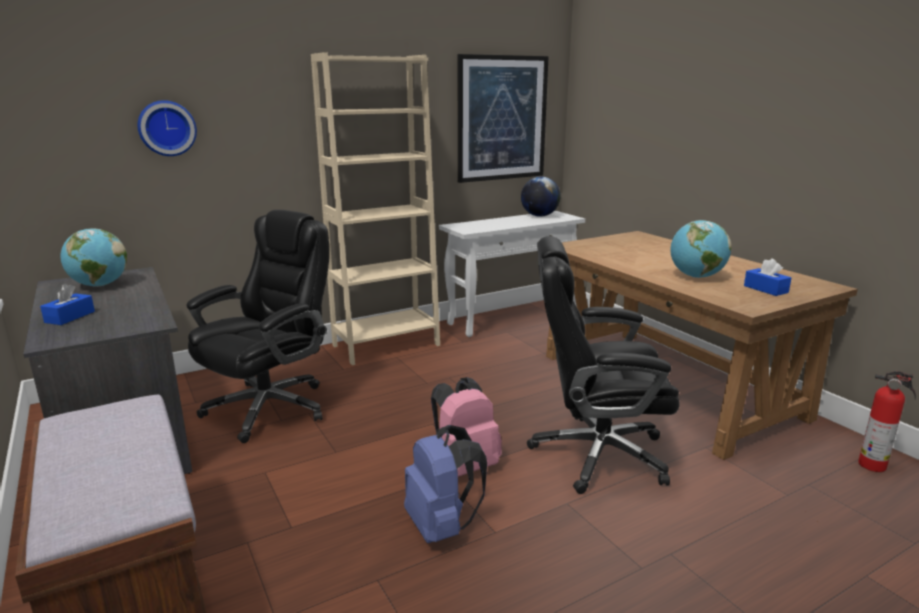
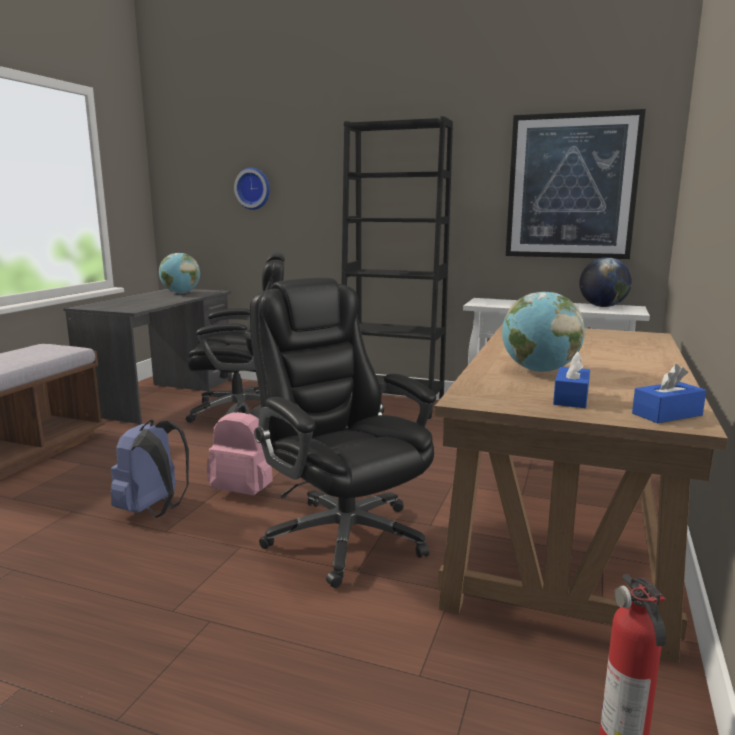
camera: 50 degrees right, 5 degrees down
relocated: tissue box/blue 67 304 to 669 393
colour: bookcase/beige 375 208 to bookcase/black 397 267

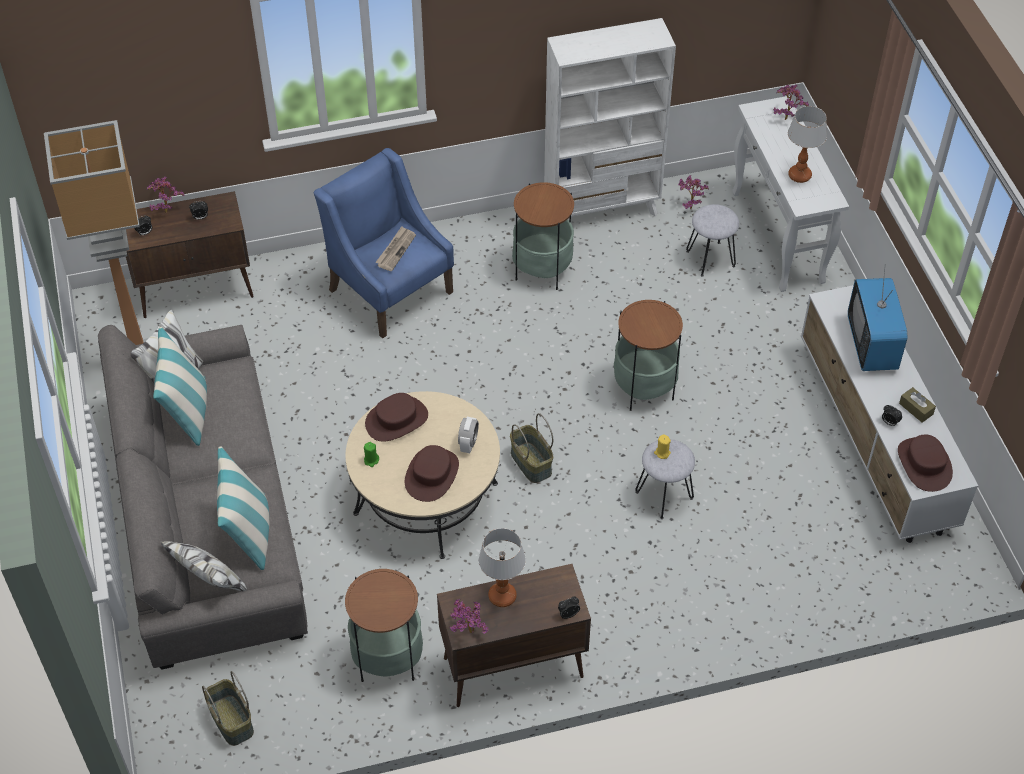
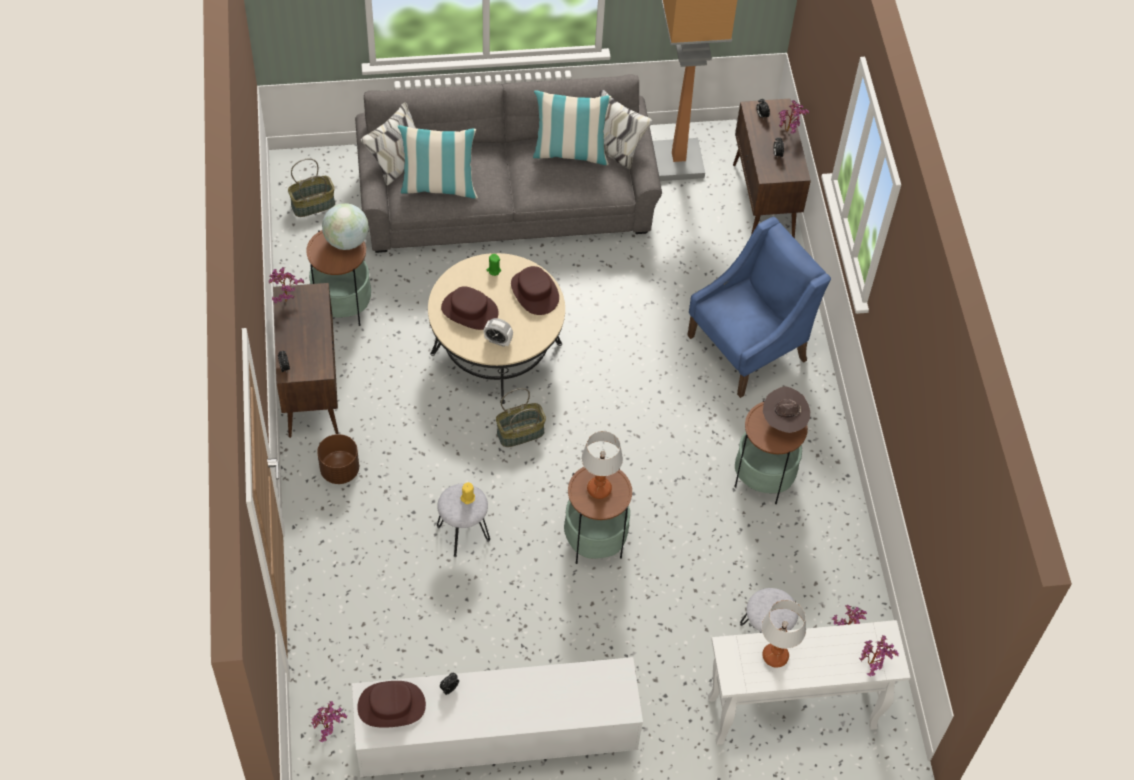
camera: 95 degrees right, 5 degrees up
missing: newspaper 396 248; bookcase/white 610 117; television 877 317; tissue box/brown 917 405
appeared: potted plant 329 721; planter/brown 338 459; globe 345 226; hat/brown 786 409
relocated: table lamp 502 567 to 602 465

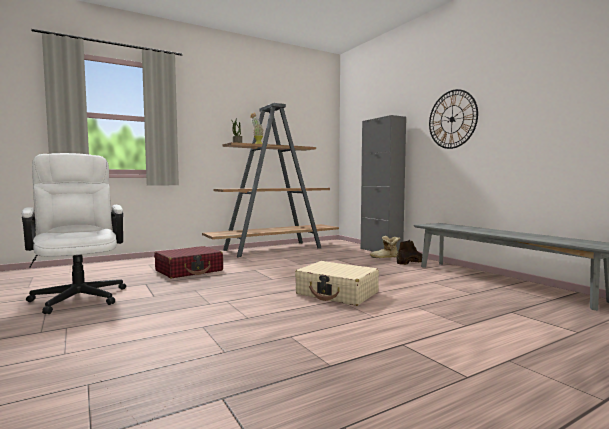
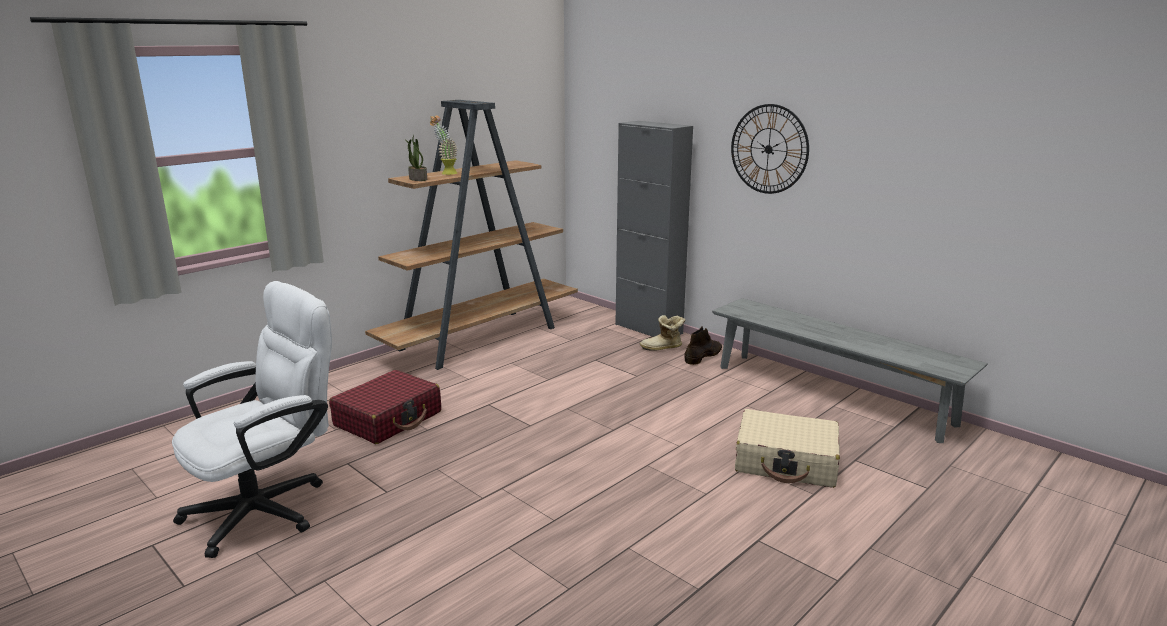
camera: 15 degrees left, 15 degrees up
relocated: suitcase/beige 337 283 to 787 448
spun: office chair/white 74 233 = 252 419 90 degrees clockwise

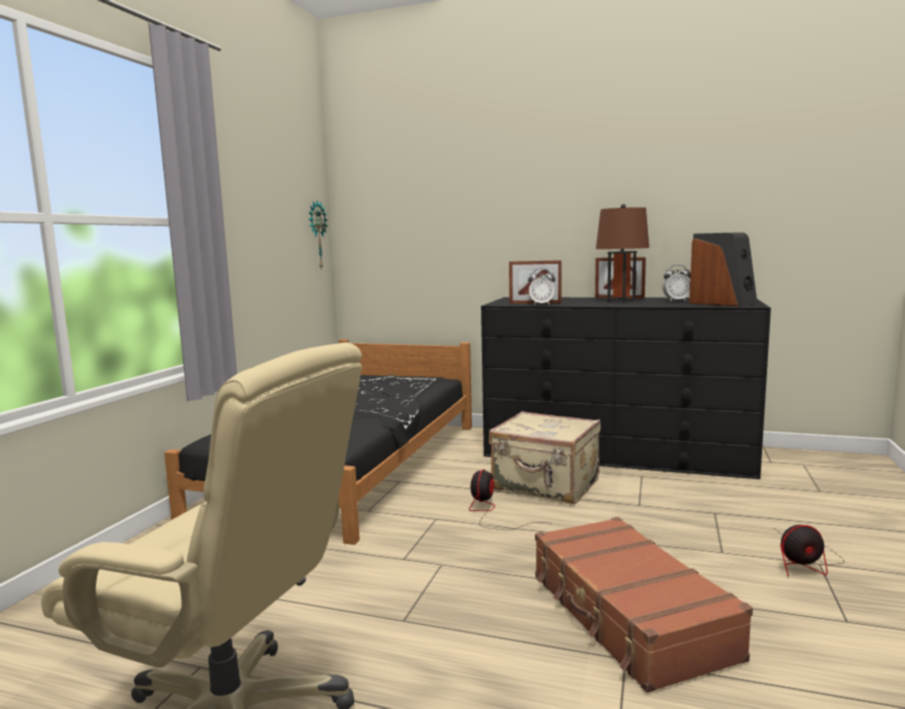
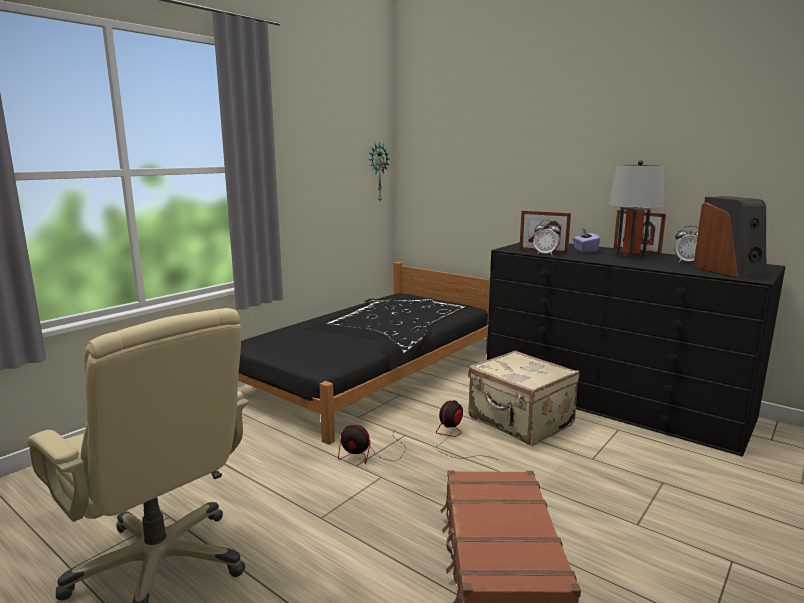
camera: 20 degrees right, 5 degrees up
appeared: tissue box/purple 586 240
relocated: fan 810 551 to 372 445
colour: table lamp/brown 622 253 to table lamp/grey 637 209

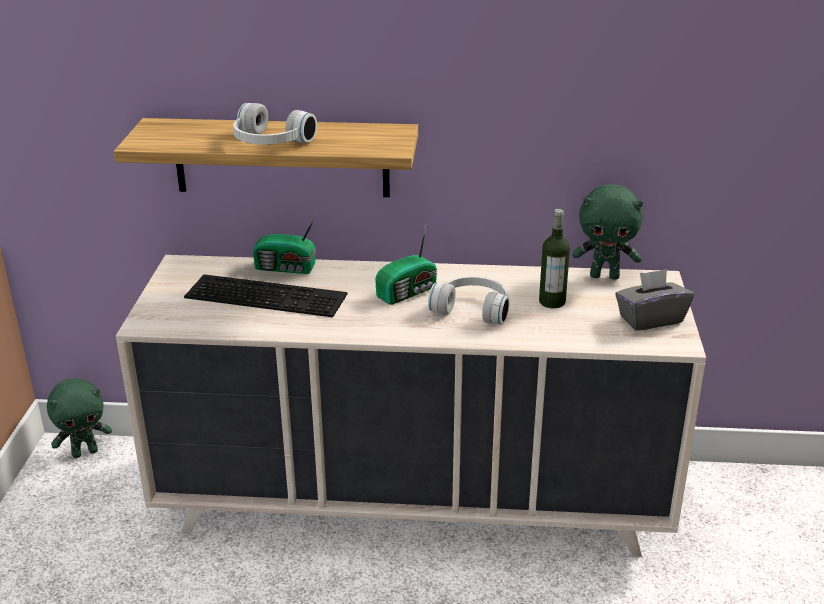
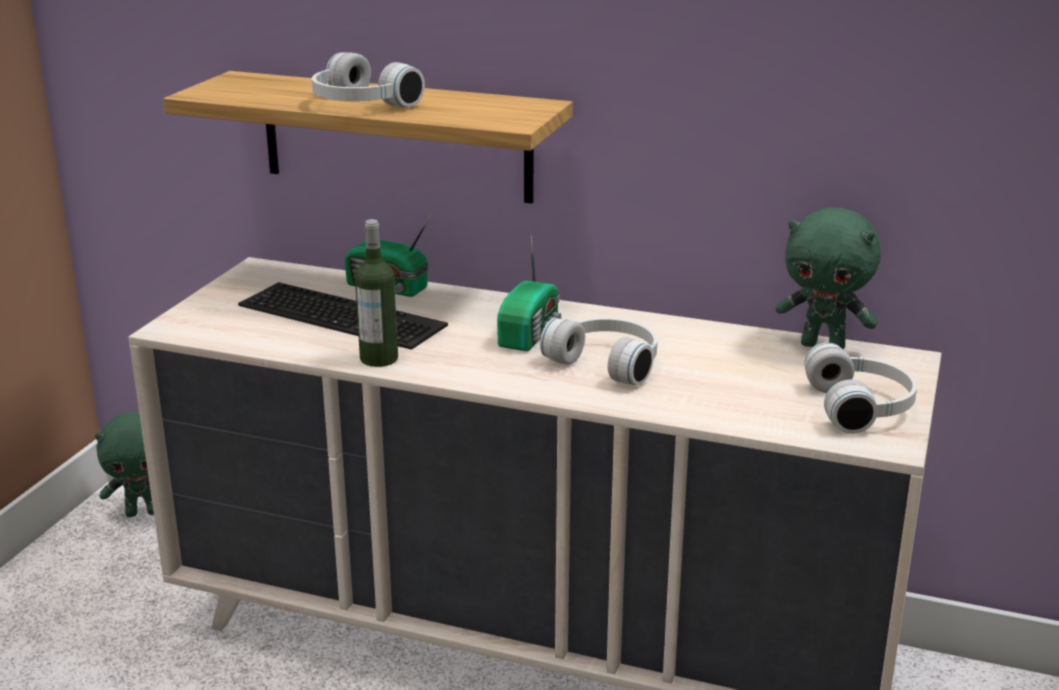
camera: 15 degrees right, 5 degrees down
relocated: bottle 554 258 to 376 293
exchanged: tissue box/grey 654 300 to headphones/white 860 388
spun: radio 406 265 = 529 293 45 degrees counterclockwise

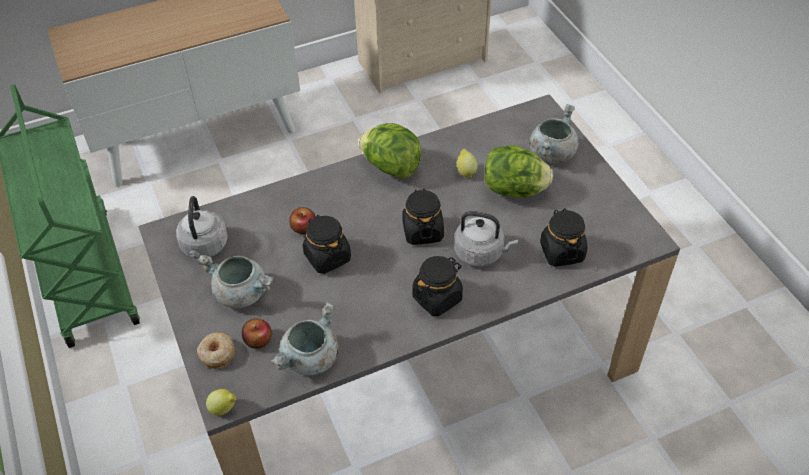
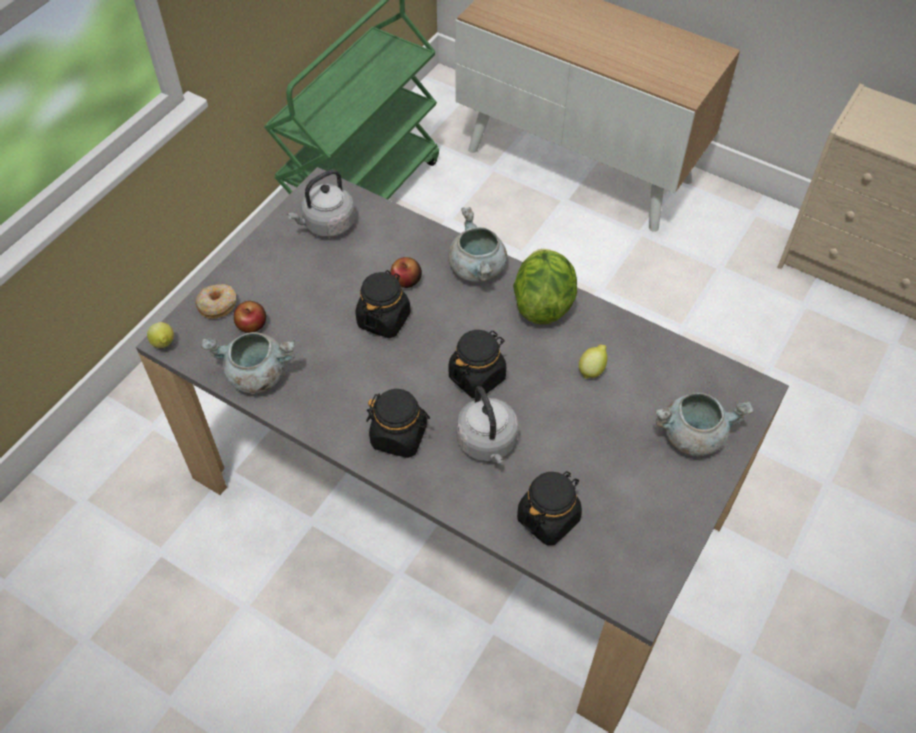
camera: 55 degrees right, 5 degrees up
missing: lettuce 519 171
relocated: cooking pot/grey 235 281 to 477 244

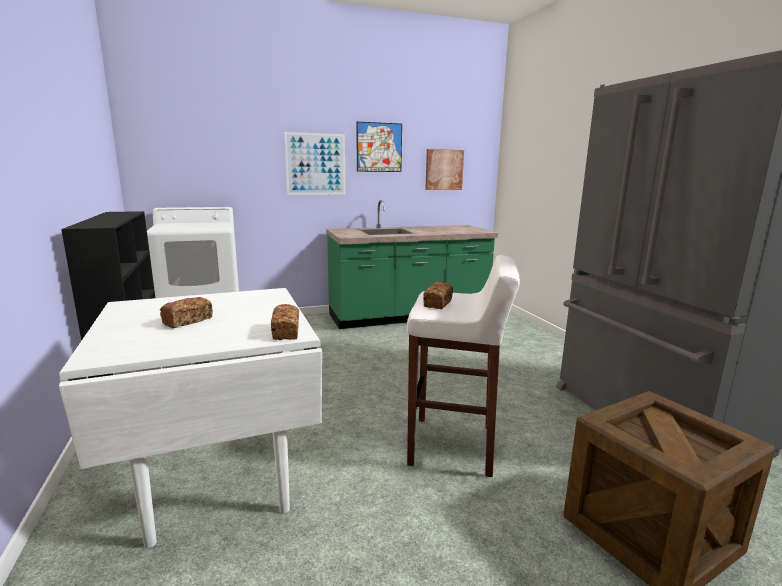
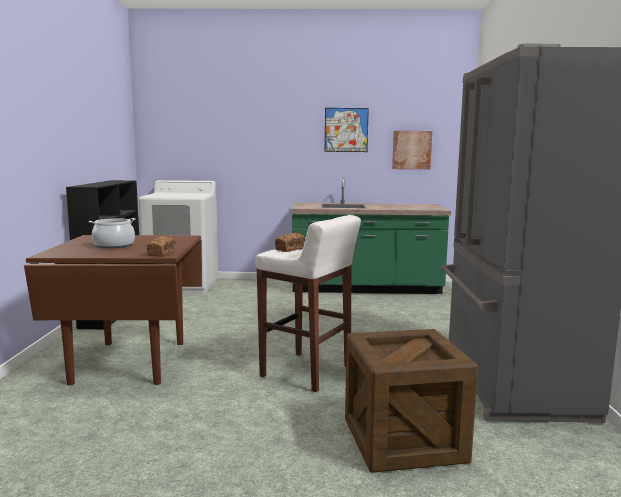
camera: 20 degrees right, 5 degrees down
missing: picture 314 163
exchanged: bread 186 312 to cooking pot 112 233
colour: dining table/white 190 418 to dining table/brown 113 310

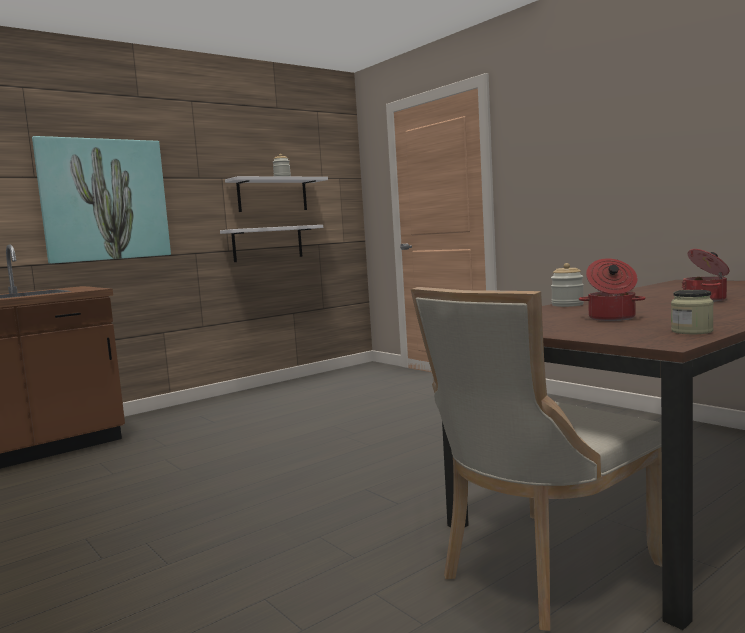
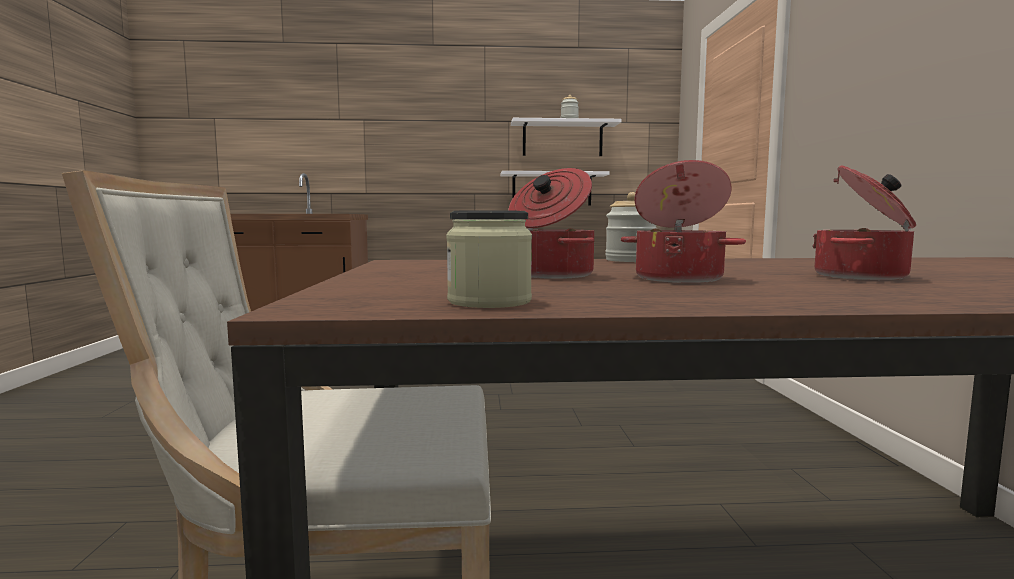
camera: 35 degrees right, 0 degrees up
missing: picture 101 200
appeared: cooking pot 683 221

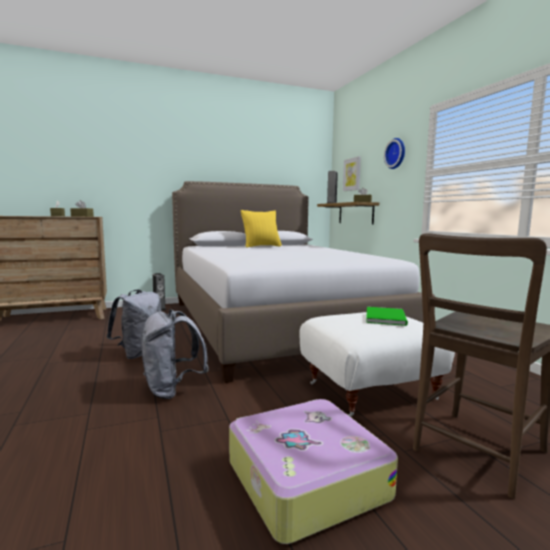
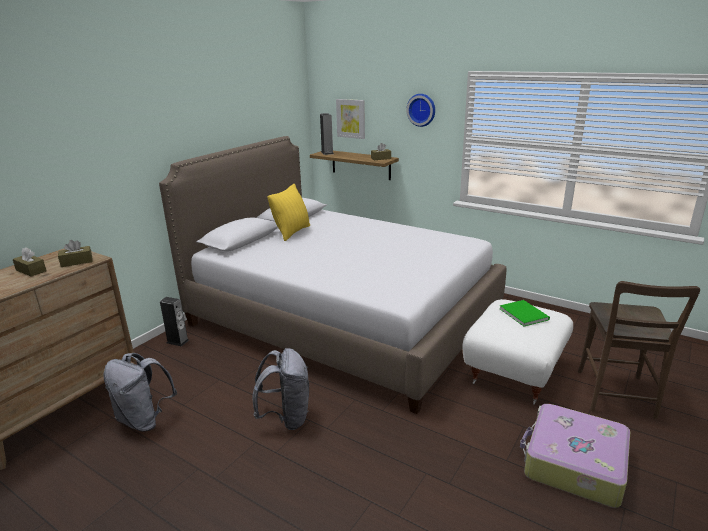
camera: 35 degrees left, 15 degrees up
relocated: backpack/grey 175 354 to 140 392

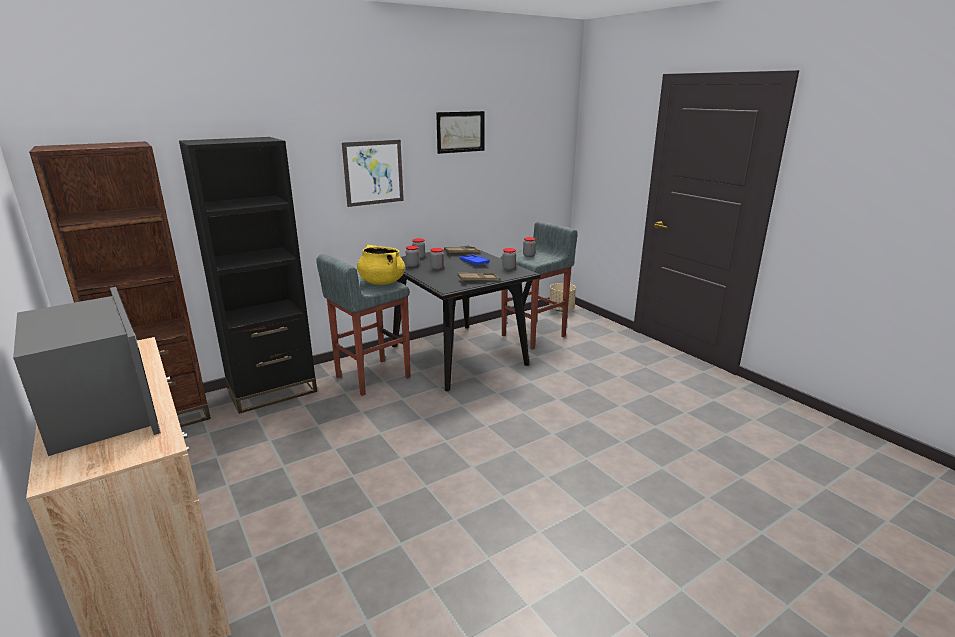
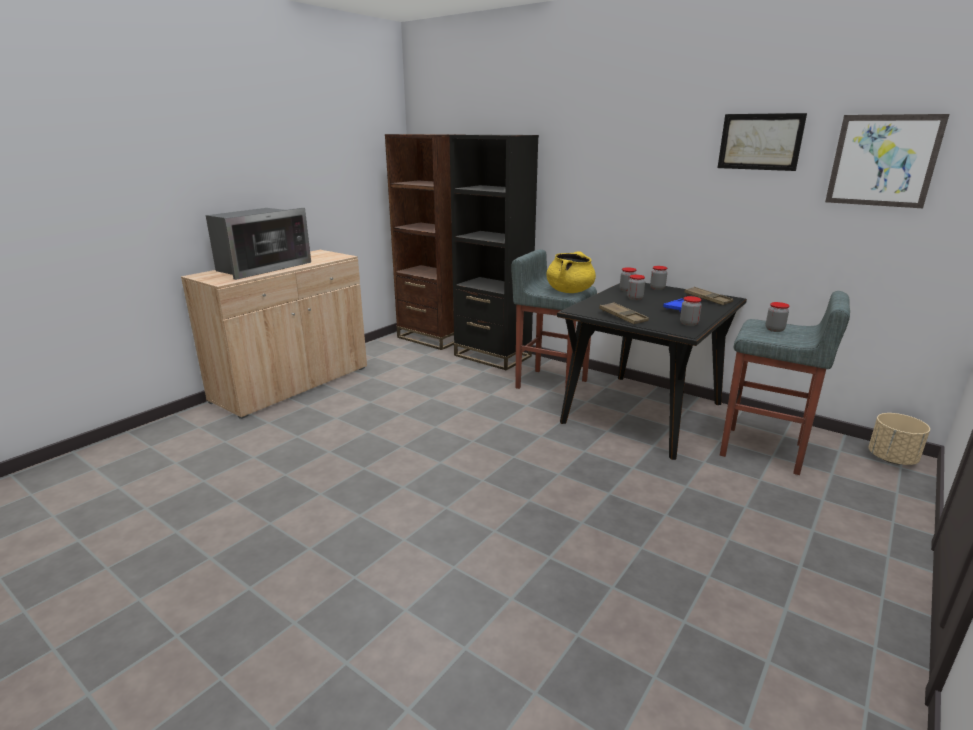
camera: 70 degrees right, 0 degrees up
relocated: picture 373 173 to 887 161

